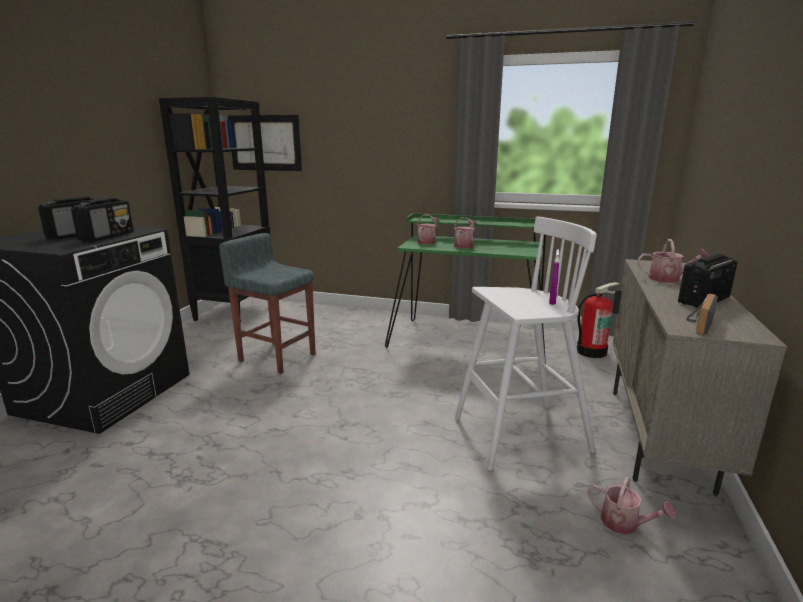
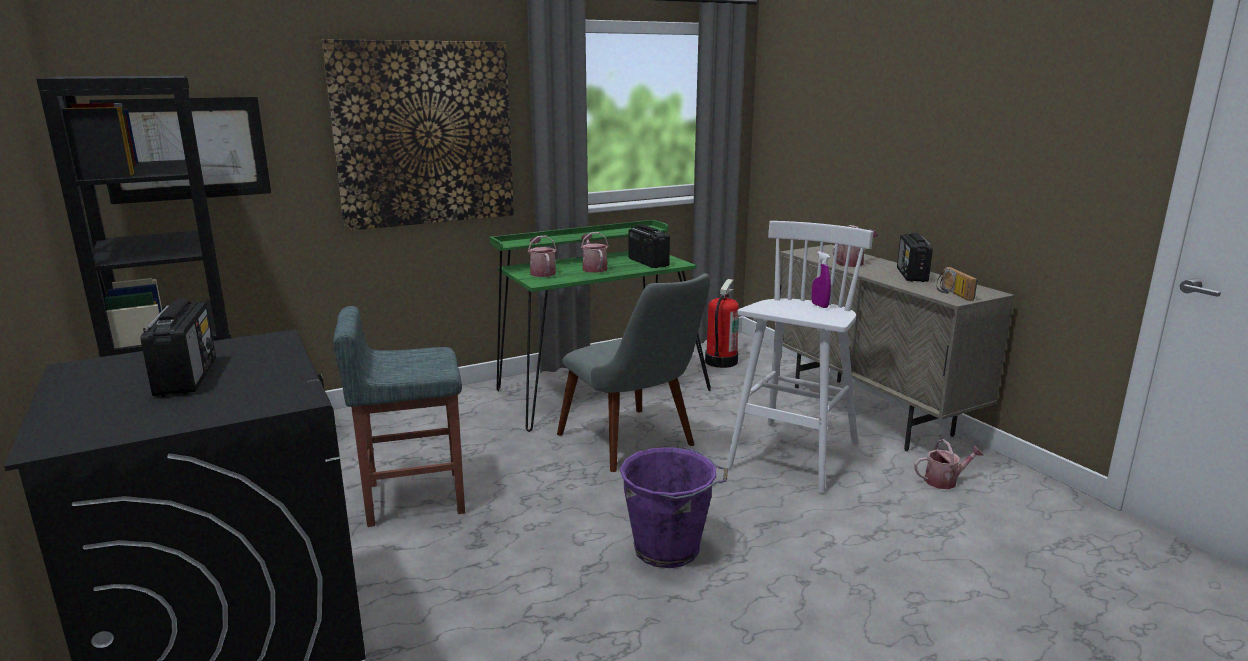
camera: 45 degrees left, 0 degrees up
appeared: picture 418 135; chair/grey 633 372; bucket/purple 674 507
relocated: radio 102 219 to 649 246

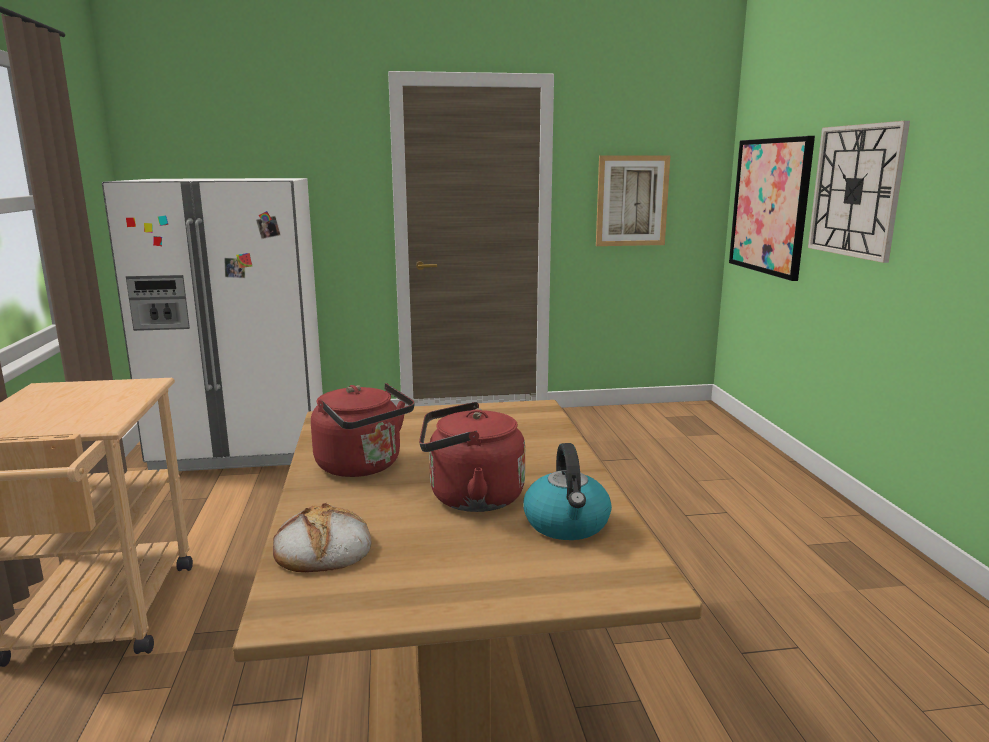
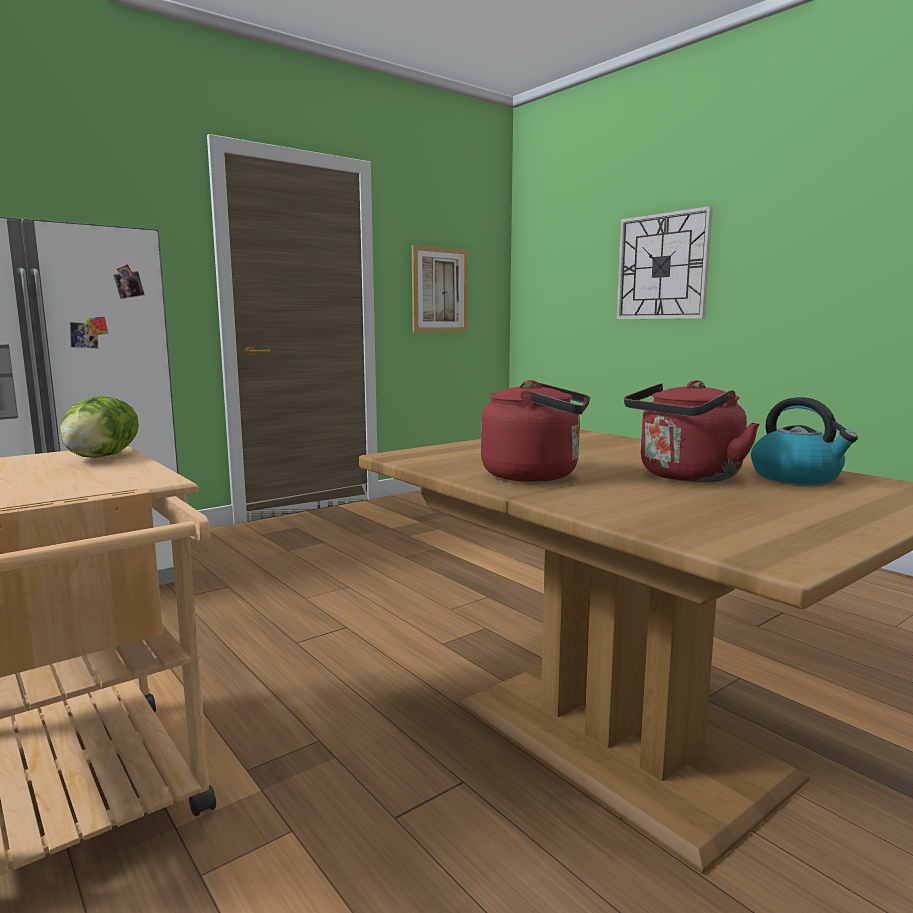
camera: 30 degrees left, 5 degrees down
missing: bread 322 537; picture 772 208
appeared: lettuce 99 427

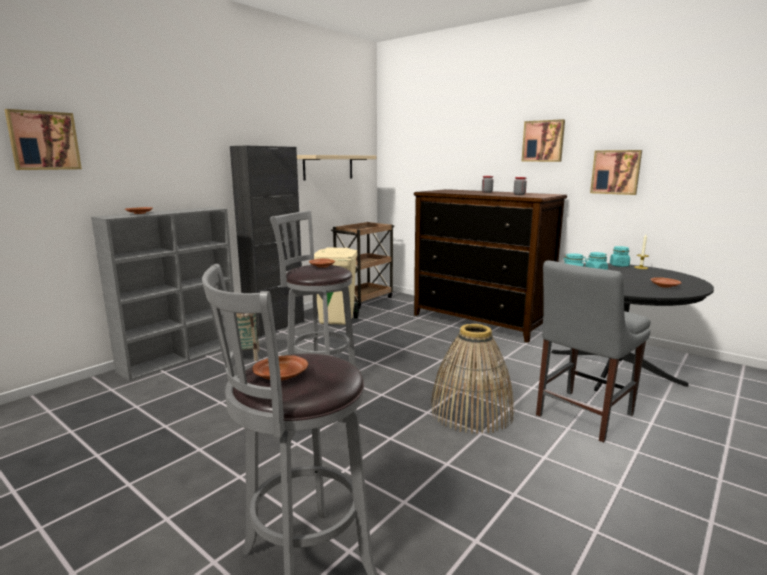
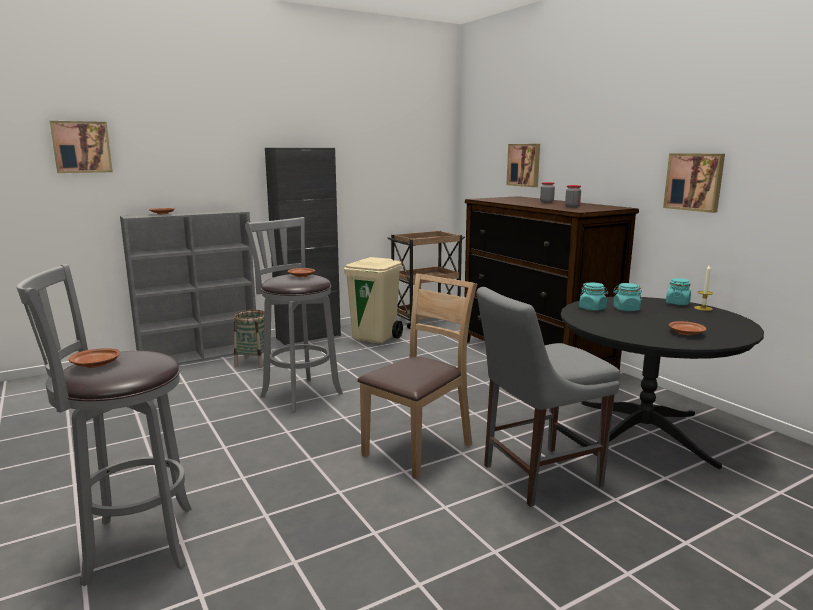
camera: 20 degrees right, 0 degrees up
missing: shelf/beige 337 168
relocated: picture 543 140 to 523 165
exchanged: basket 472 379 to chair/brown 417 376

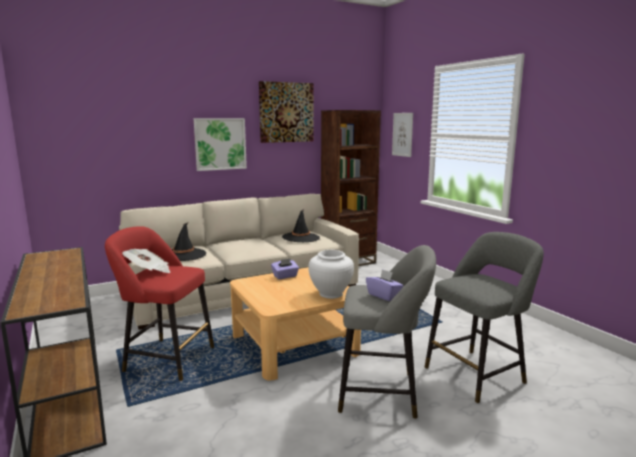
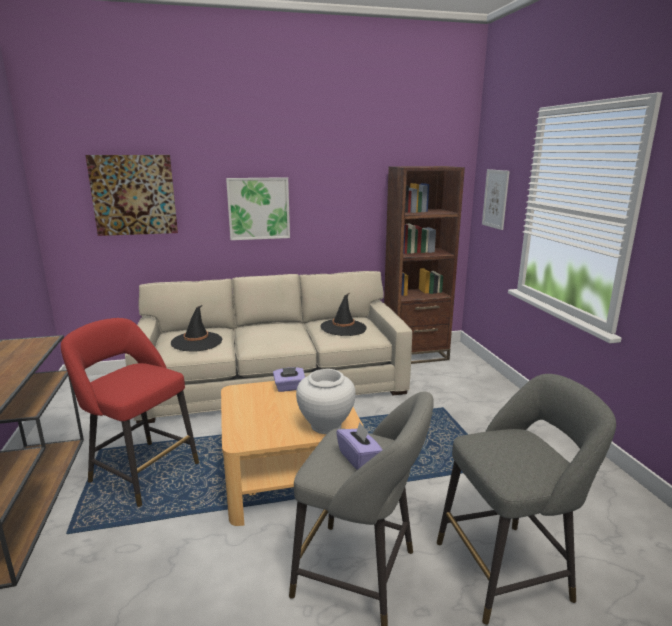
camera: 15 degrees right, 5 degrees up
missing: newspaper 146 261
relocated: picture 286 112 to 131 195

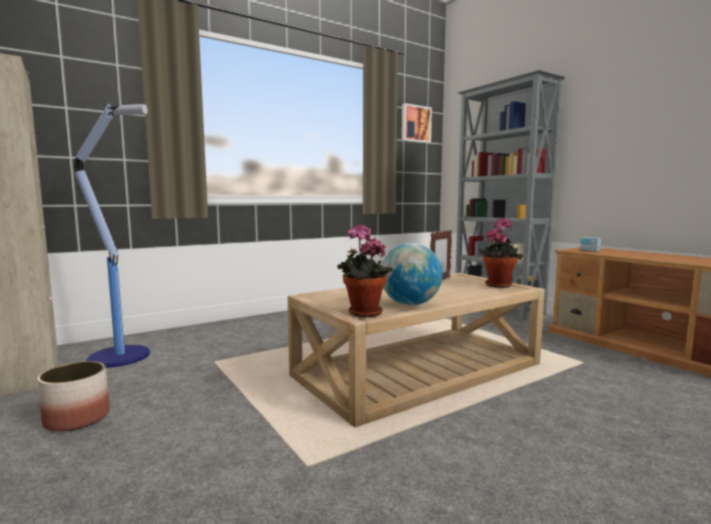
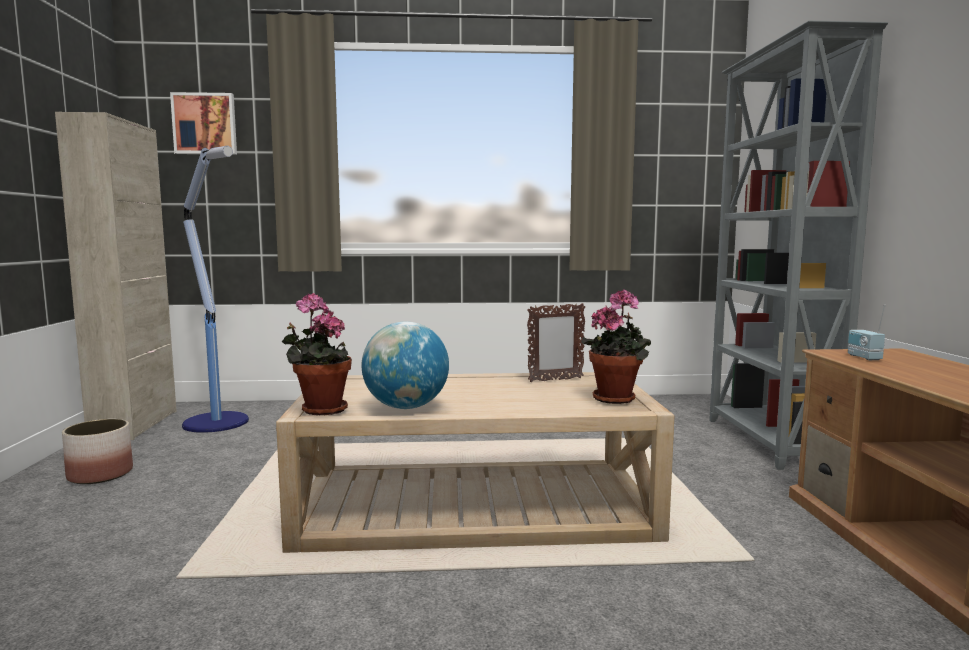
camera: 30 degrees right, 0 degrees up
relocated: picture 417 123 to 203 123

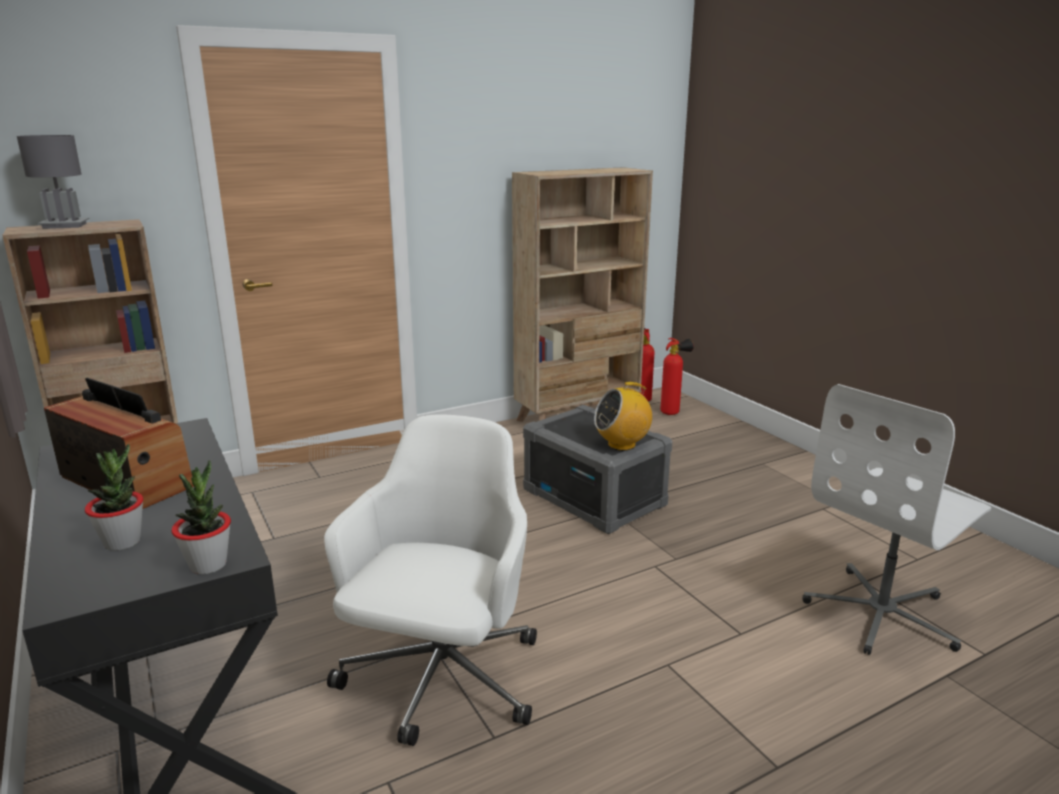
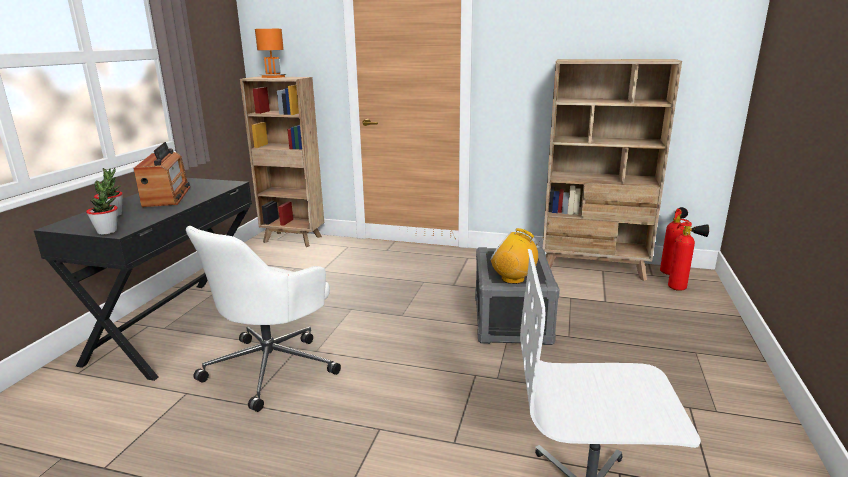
camera: 45 degrees right, 0 degrees up
colour: table lamp/grey 53 182 to table lamp/orange 271 53
spun: office chair/white 430 580 = 263 319 150 degrees clockwise

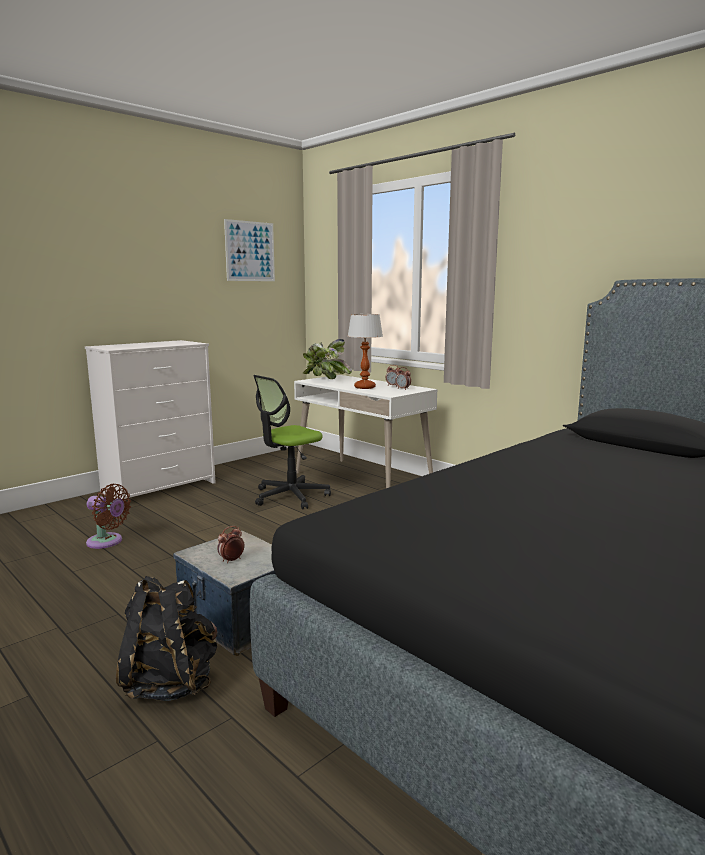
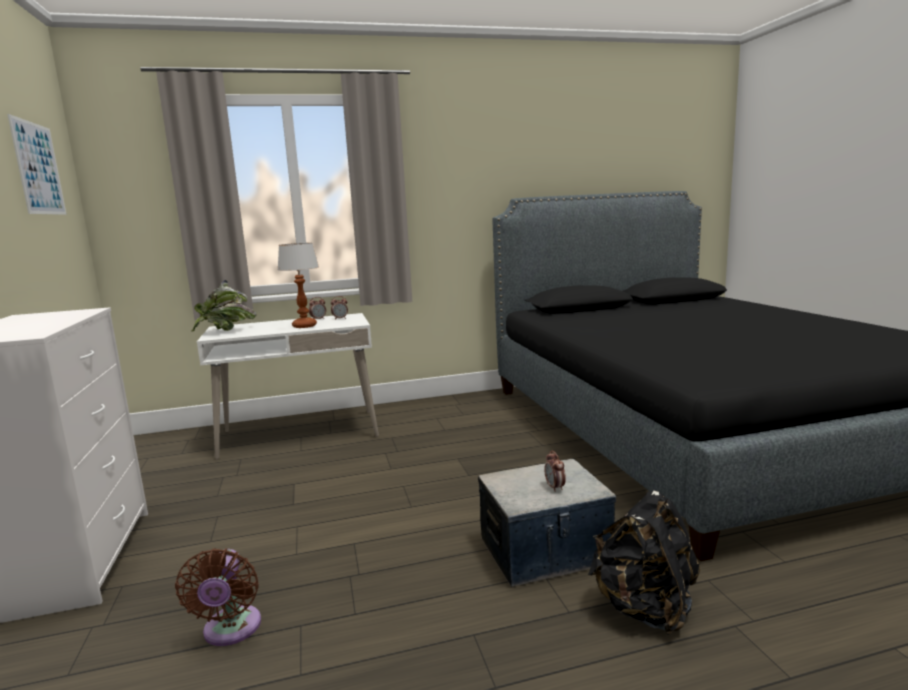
camera: 60 degrees left, 0 degrees up
missing: office chair 292 442
spun: fan/brown 108 516 = 218 597 120 degrees clockwise

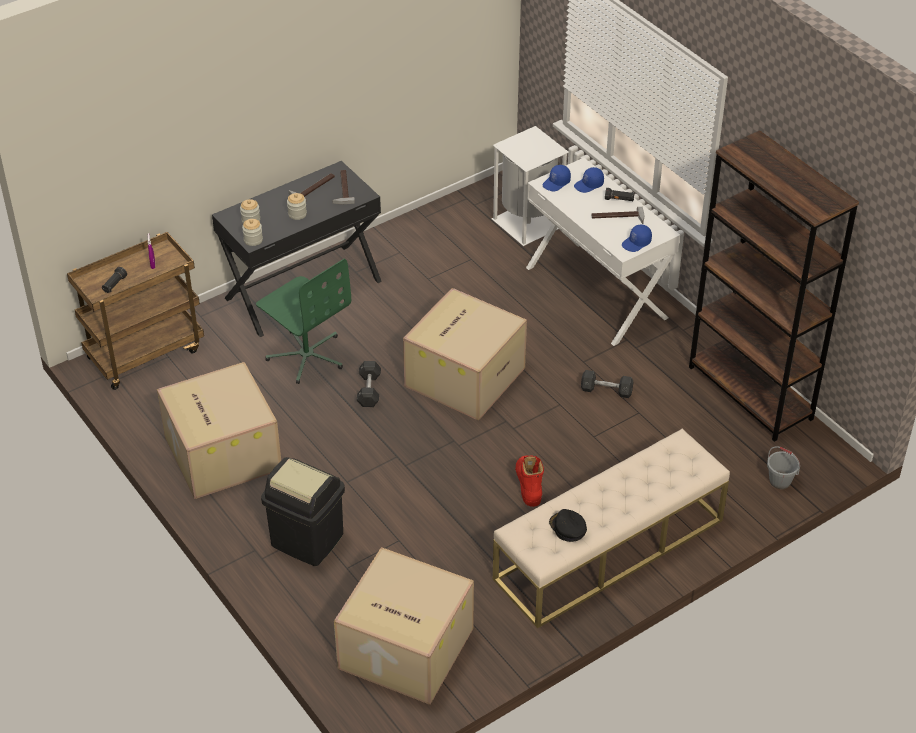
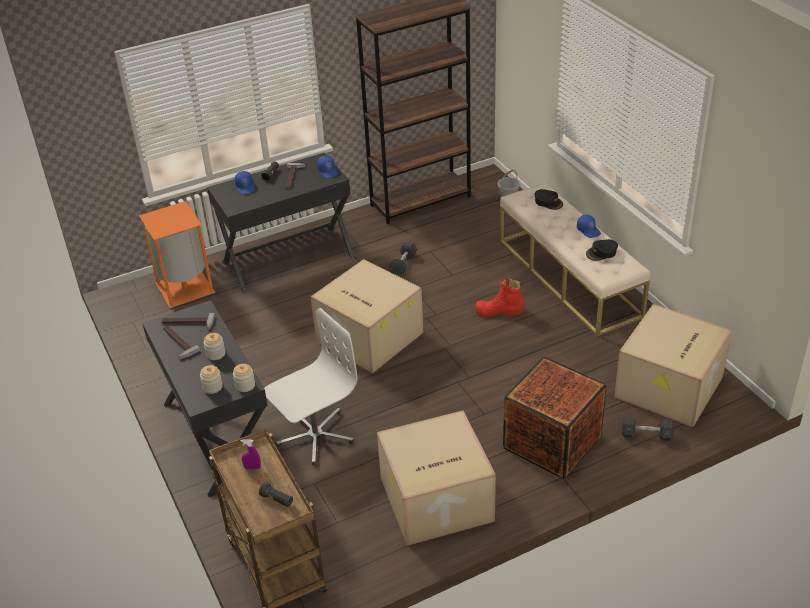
camera: 80 degrees left, 5 degrees down
appeared: cap/black 548 199
relocated: dumbbell/grey 369 384 to 648 428; cap/blue 557 178 to 589 226
exchanged: trash can/black 303 511 to crate 554 418
colour: office chair/green 303 321 to office chair/white 310 386; trash can/white 530 186 to trash can/orange 177 254; desk/white 603 252 to desk/black 280 223

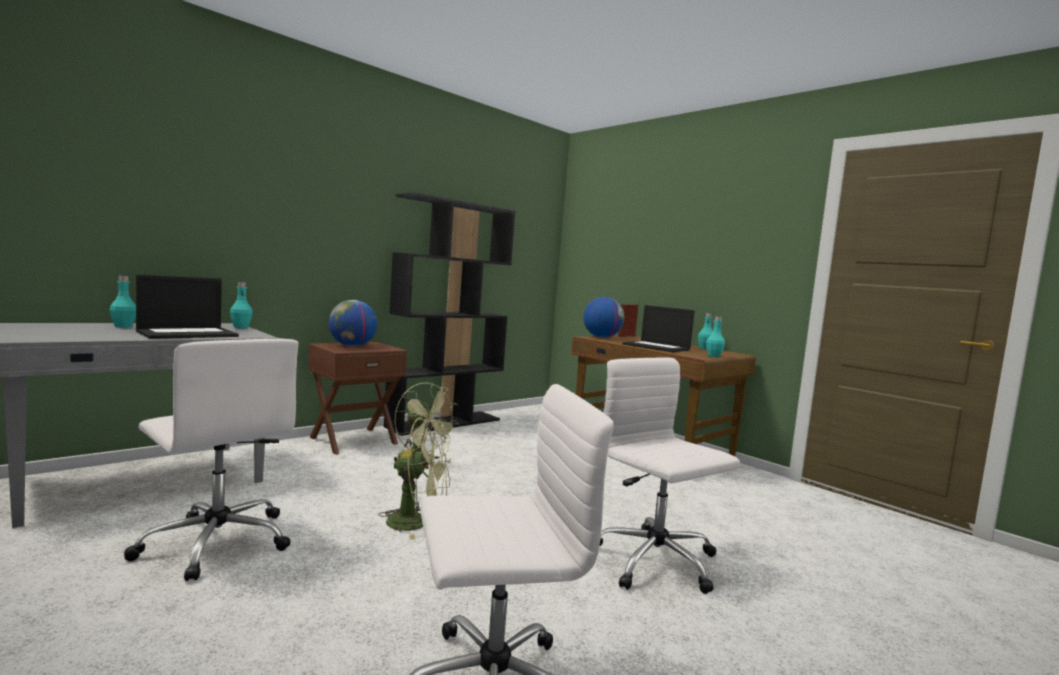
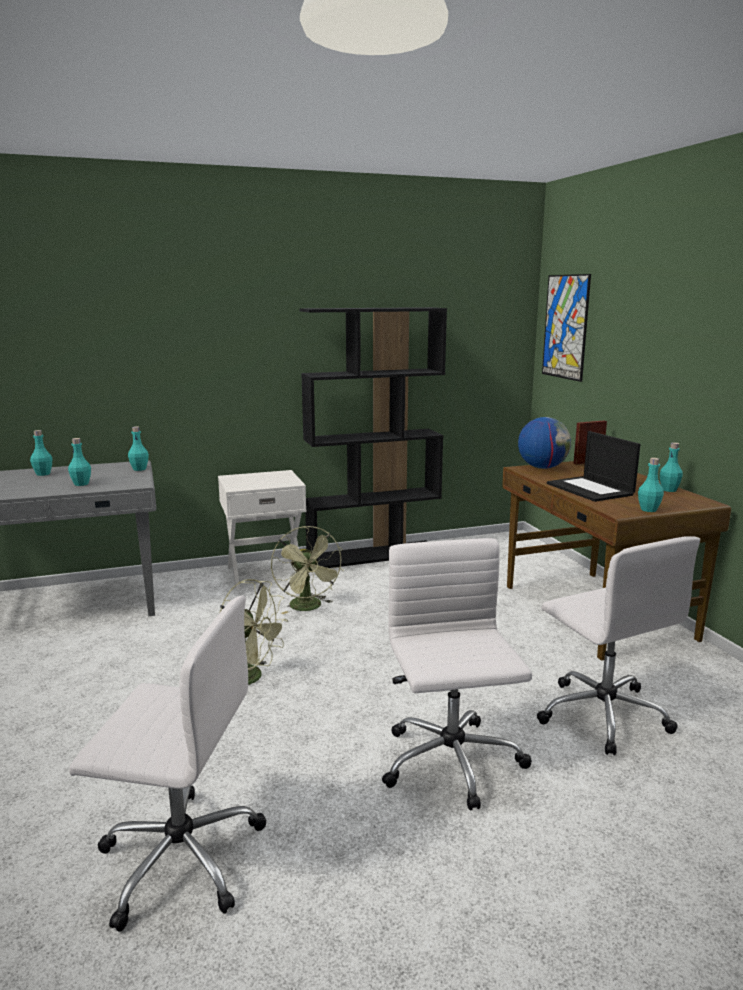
camera: 25 degrees right, 10 degrees up
missing: globe 352 323
appeared: picture 566 328
relocated: office chair/white 211 460 to 618 645
exchanged: laptop 187 307 to bottle/turquoise 79 462
colour: nightstand/brown 357 398 to nightstand/white 262 530

